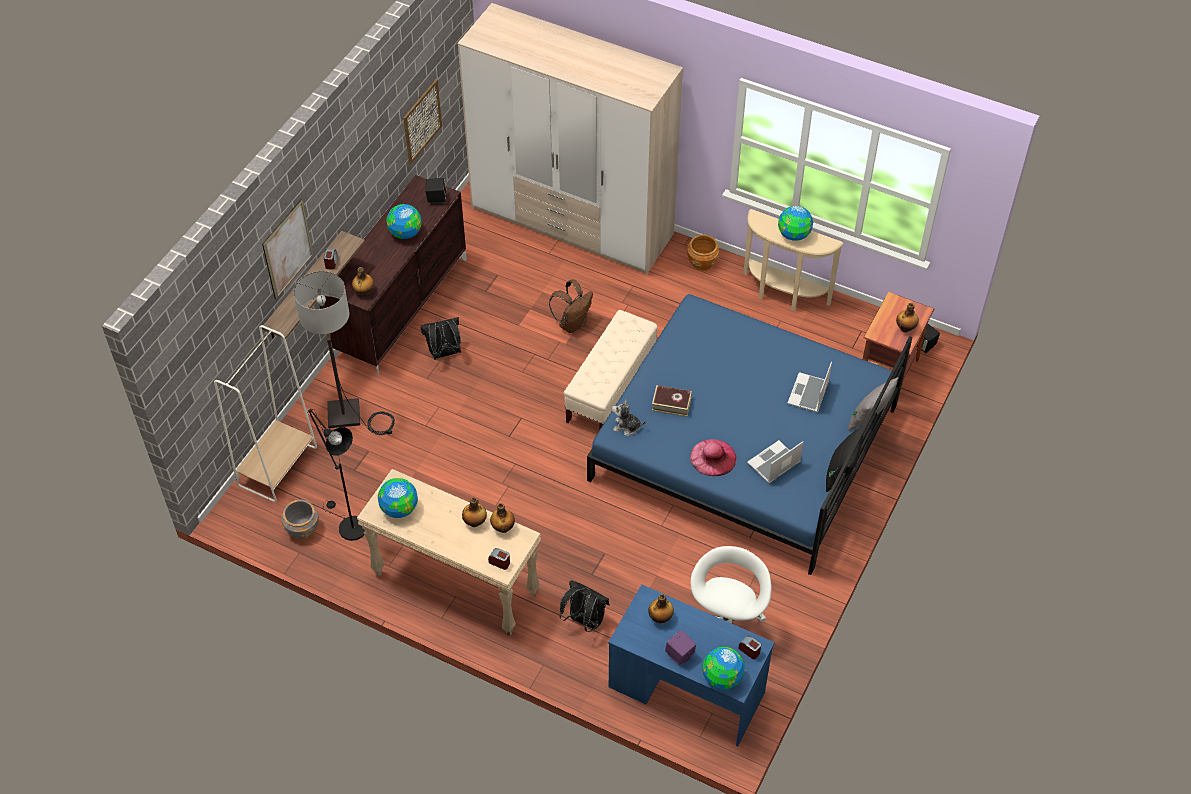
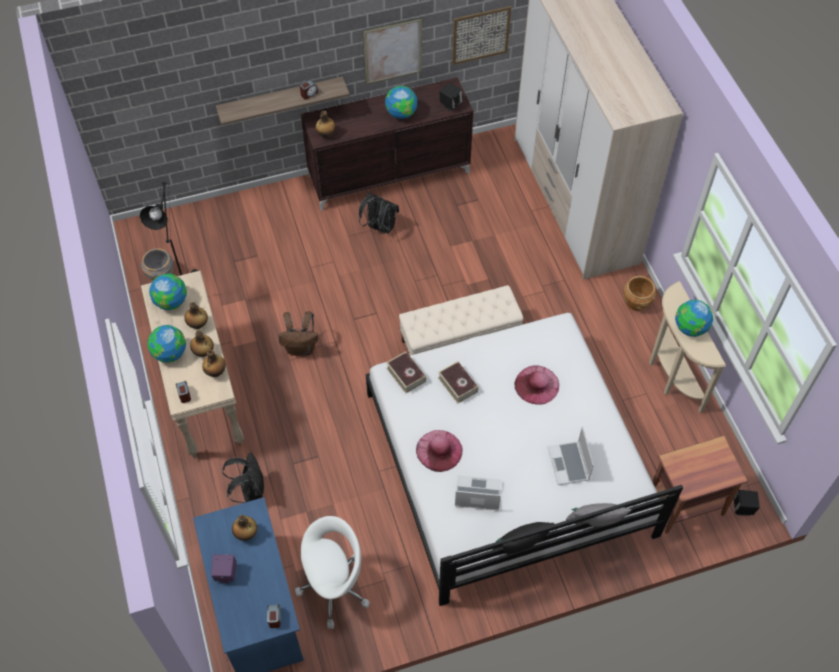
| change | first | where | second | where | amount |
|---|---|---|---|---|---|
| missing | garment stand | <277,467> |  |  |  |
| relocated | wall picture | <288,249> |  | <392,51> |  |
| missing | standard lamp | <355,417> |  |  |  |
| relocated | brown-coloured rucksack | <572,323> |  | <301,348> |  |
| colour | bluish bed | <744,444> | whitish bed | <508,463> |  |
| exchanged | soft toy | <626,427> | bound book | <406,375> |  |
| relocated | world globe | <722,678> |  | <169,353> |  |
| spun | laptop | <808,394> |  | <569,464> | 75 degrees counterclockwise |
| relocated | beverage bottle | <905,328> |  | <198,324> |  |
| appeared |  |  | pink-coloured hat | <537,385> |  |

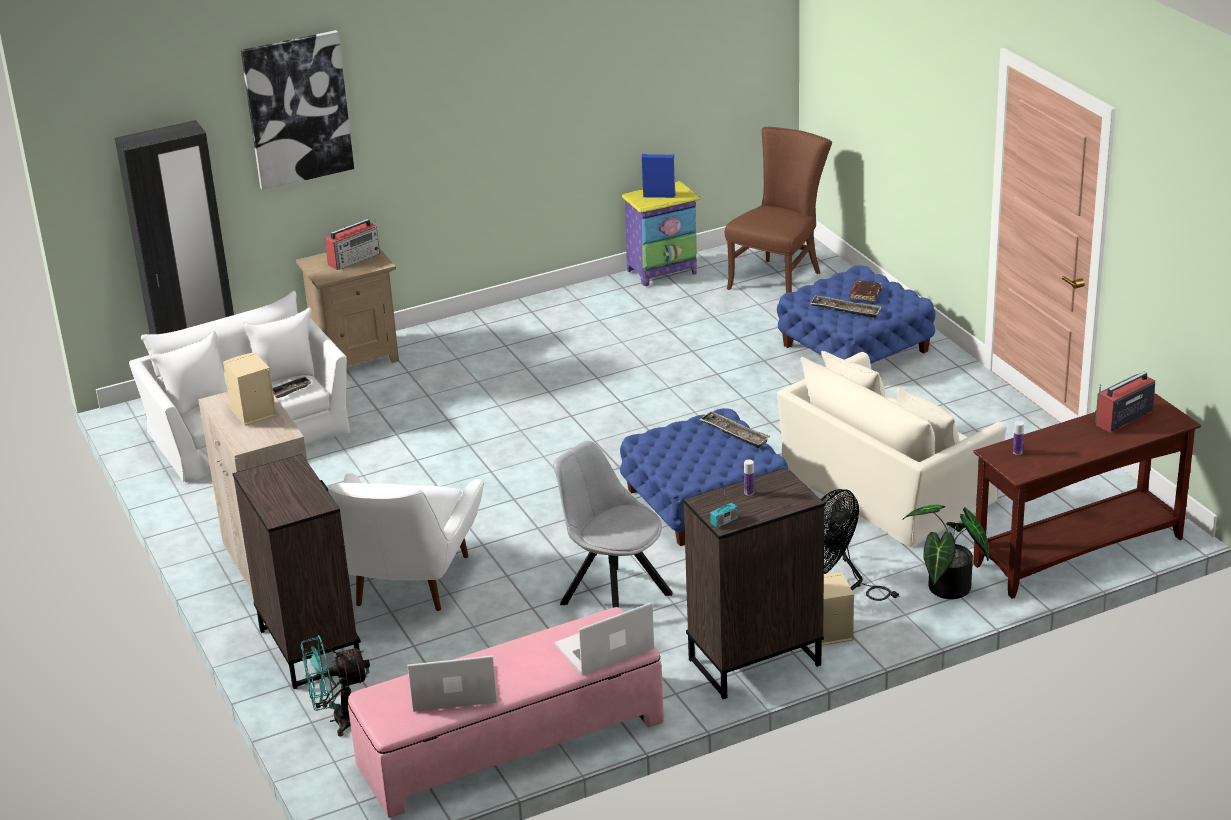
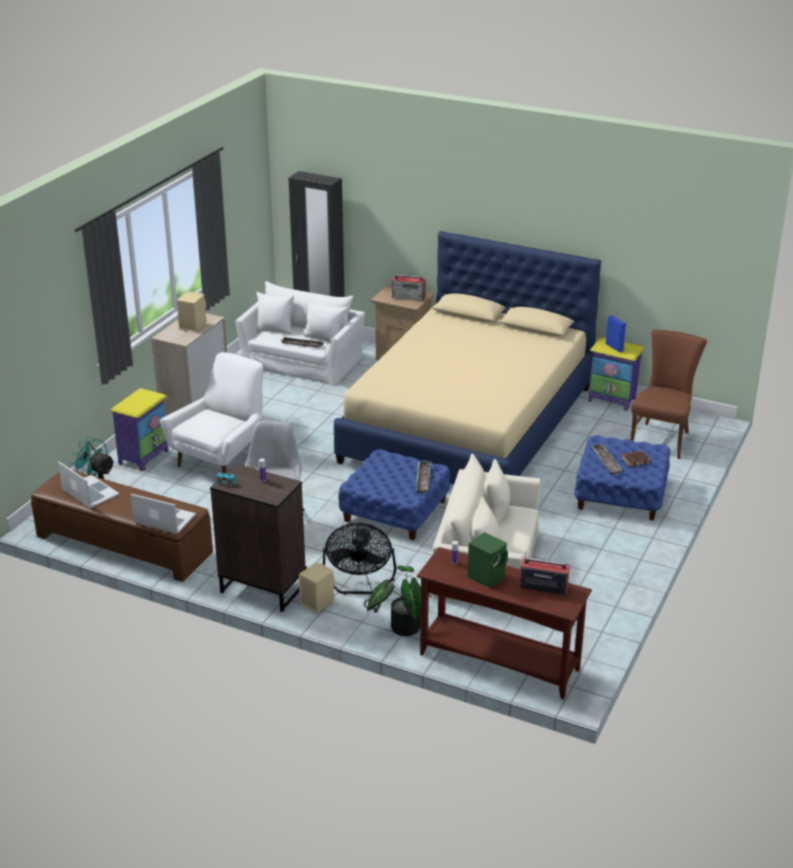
| change | first | where | second | where | amount |
|---|---|---|---|---|---|
| exchanged | brown-coloured dresser | <309,648> | nightstand | <145,457> |  |
| missing | wall picture | <297,109> |  |  |  |
| spun | whitish lounge chair | <407,586> |  | <222,459> | 150 degrees clockwise |
| colour | pink-coloured bench | <510,743> | brown-coloured bench | <123,544> |  |
| spun | brown-coloured chair | <779,278> |  | <661,438> | 60 degrees counterclockwise |
| appeared |  |  | beige-coloured bed | <469,424> |  |
| appeared |  |  | greenish audio speaker | <487,576> |  |

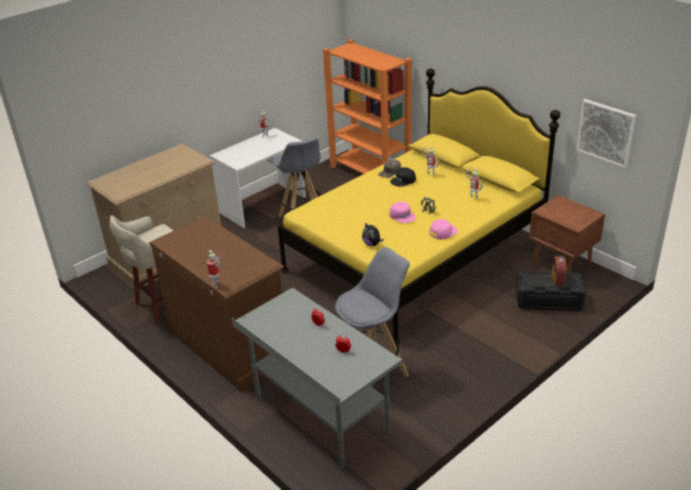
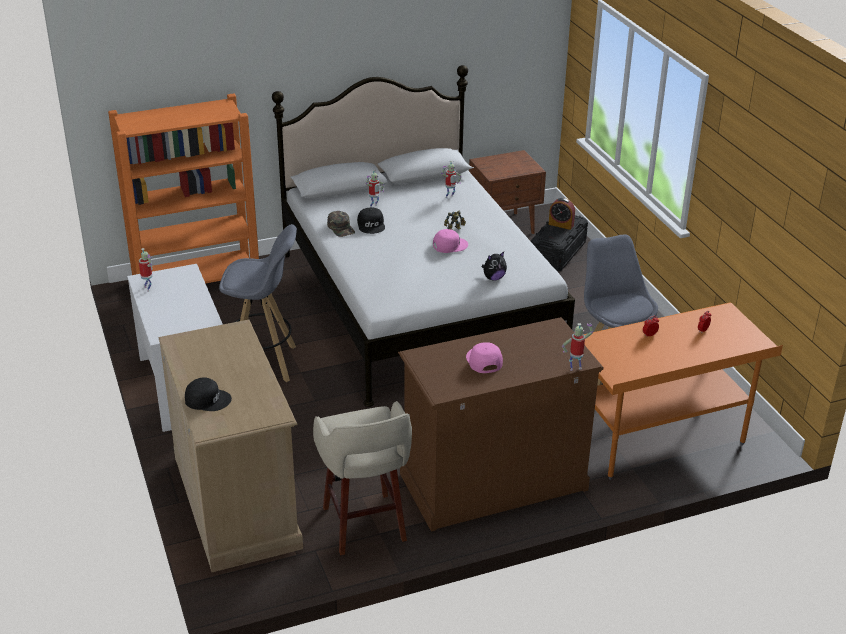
| change | first | where | second | where | amount |
|---|---|---|---|---|---|
| colour | grey desk table | <320,417> | orange desk table | <659,440> |  |
| colour | yellow bed | <414,257> | whitish bed | <418,305> |  |
| relocated | pink-coloured baseball cap | <443,232> |  | <483,361> |  |
| missing | wall picture | <606,132> |  |  |  |
| appeared |  |  | black-coloured baseball cap | <207,399> |  |

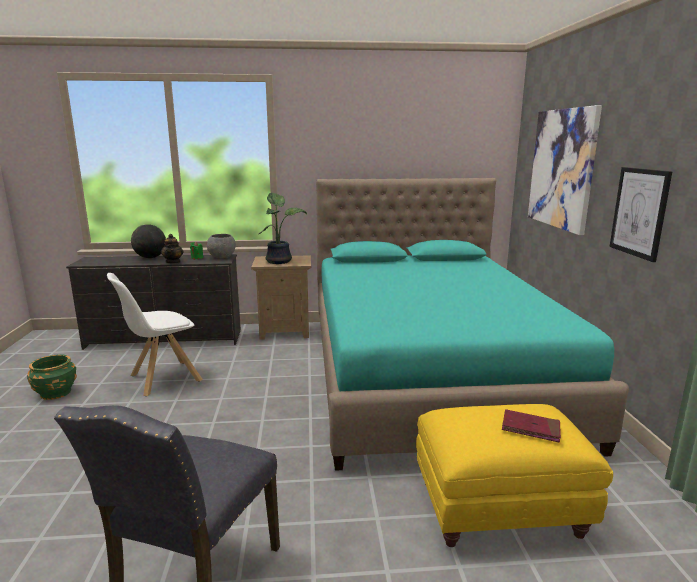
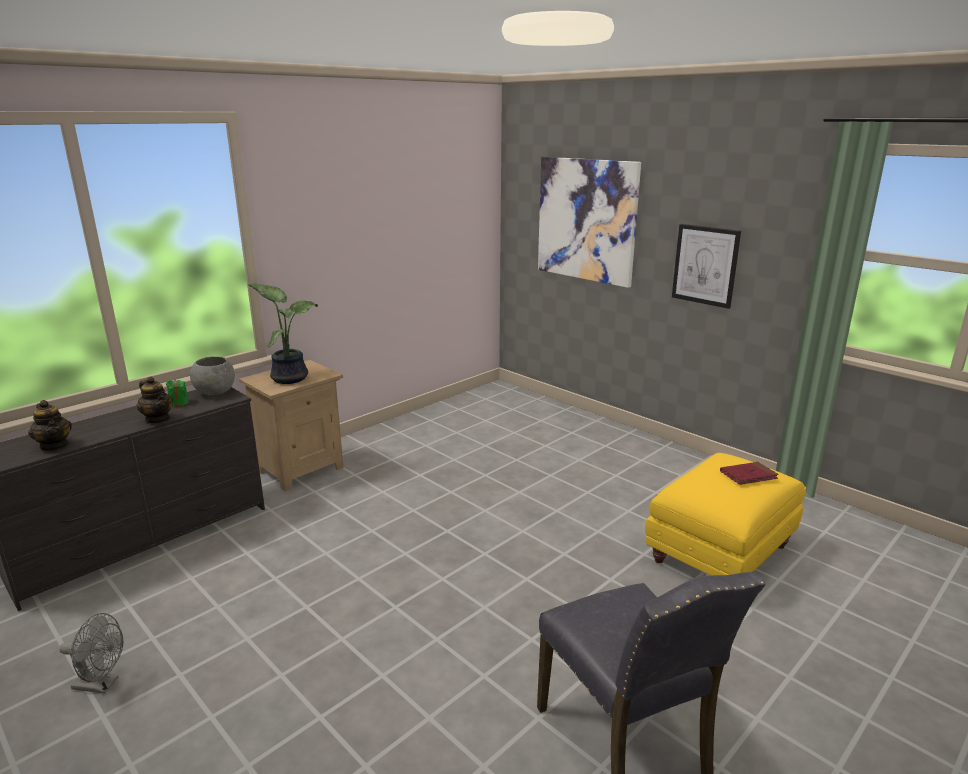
| change | first | where | second | where | amount |
|---|---|---|---|---|---|
| exchanged | greenish plant pot | <56,392> | grey cooling fan | <102,684> |  |
| missing | whitish chair | <162,379> |  |  |  |
| missing | world globe | <150,257> |  |  |  |
| missing | blue-green bed | <428,372> |  |  |  |
| appeared |  |  | pot for tea | <55,445> |  |

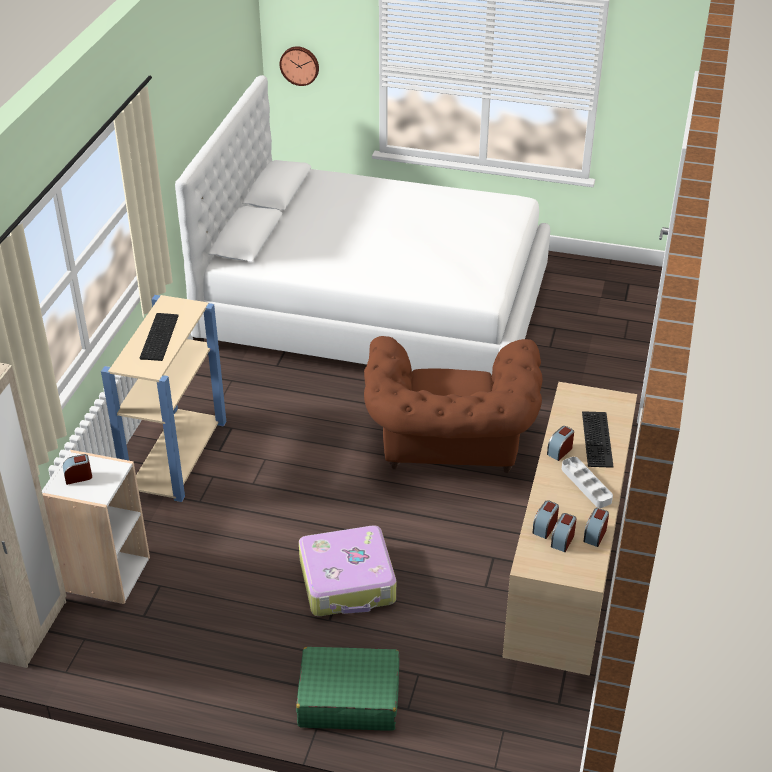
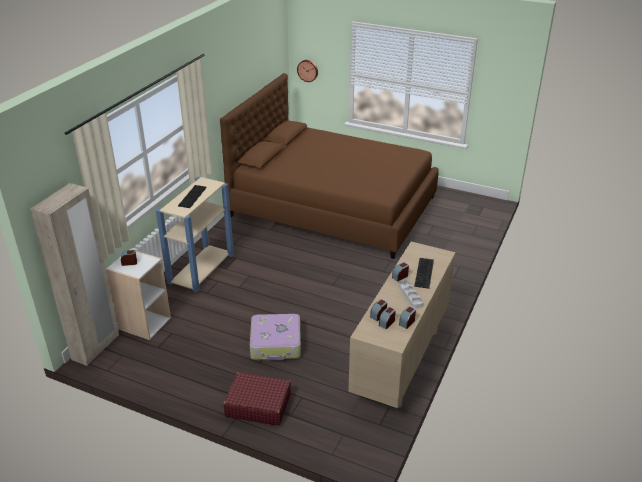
| change | first | where | second | where | amount |
|---|---|---|---|---|---|
| colour | whitish bed | <375,308> | brown-coloured bed | <333,206> |  |
| colour | greenish travel case | <348,698> | reddish travel case | <258,405> |  |
| missing | brown-coloured lounge chair | <450,453> |  |  |  |

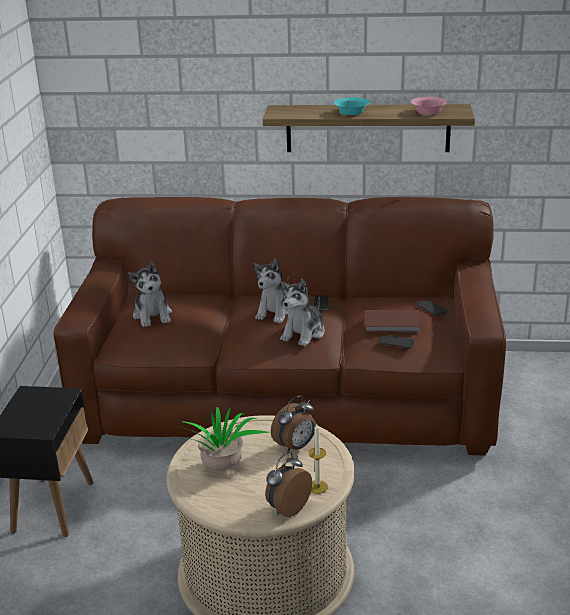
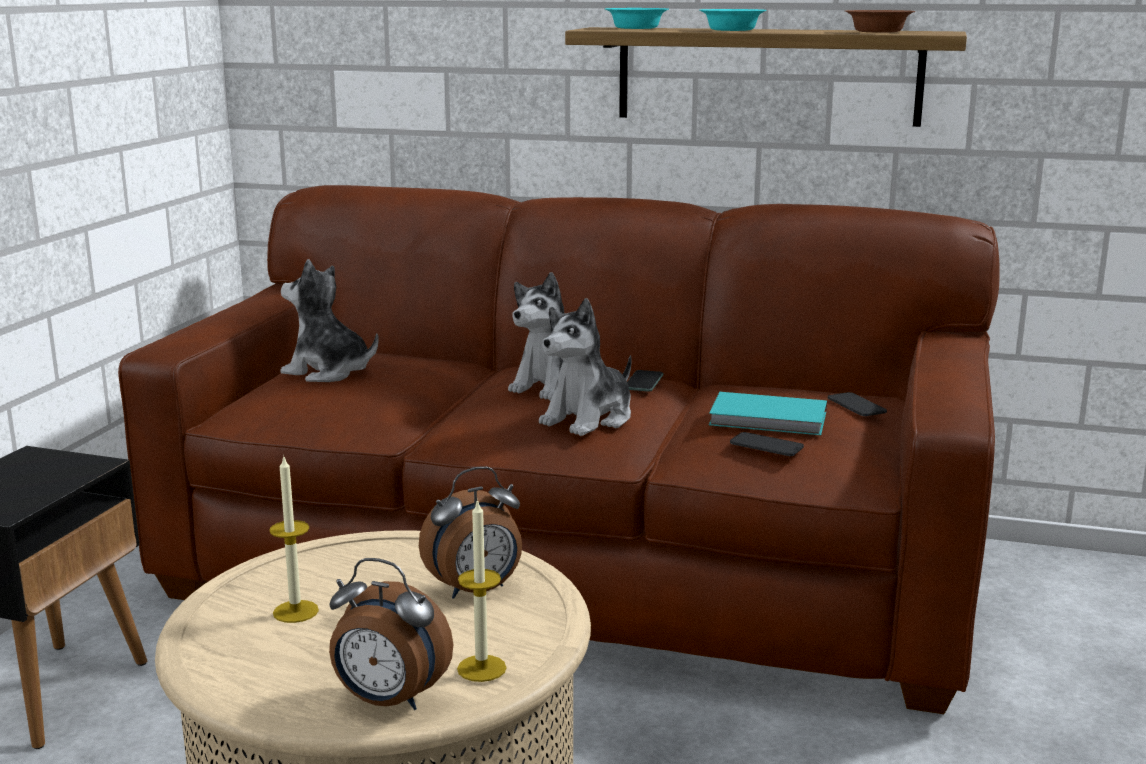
| change | first | where | second | where | amount |
|---|---|---|---|---|---|
| spun | soft toy | <153,315> |  | <328,372> | 120 degrees clockwise |
| exchanged | potted plant | <222,469> | candle | <295,611> |  |
| spun | table clock | <287,508> |  | <388,701> | 120 degrees counterclockwise |
| colour | brown-coloured bound book | <392,324> | blue-green bound book | <769,419> |  |
| colour | pink-coloured serving bowl | <428,111> | brown-coloured serving bowl | <879,31> |  |
| appeared |  |  | blue-green serving bowl | <637,28> |  |

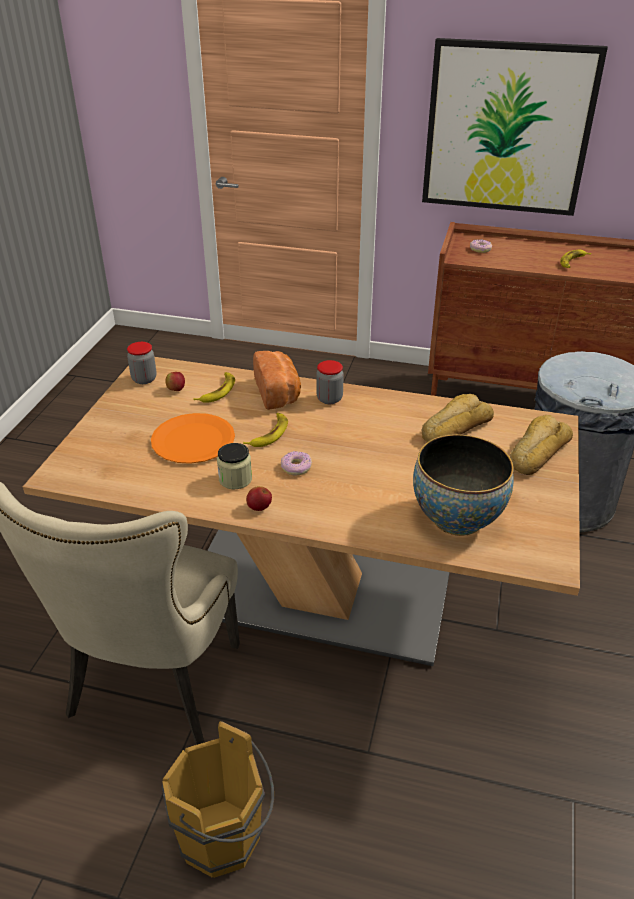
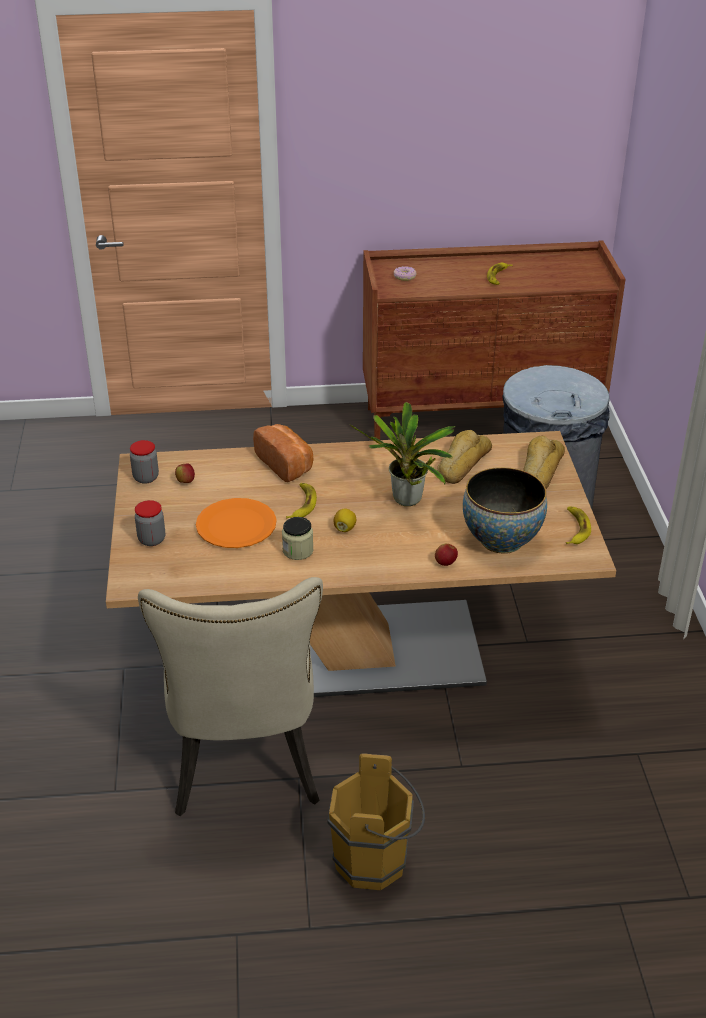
| change | first | where | second | where | amount |
|---|---|---|---|---|---|
| relocated | banana | <218,391> |  | <575,528> |  |
| relocated | whole apple | <259,507> |  | <445,563> |  |
| exchanged | donut | <296,467> | whole lemon | <344,528> |  |
| relocated | storage jar | <329,399> |  | <152,539> |  |
| missing | wall picture | <507,129> |  |  |  |
| appeared |  |  | potted plant | <407,502> |  |

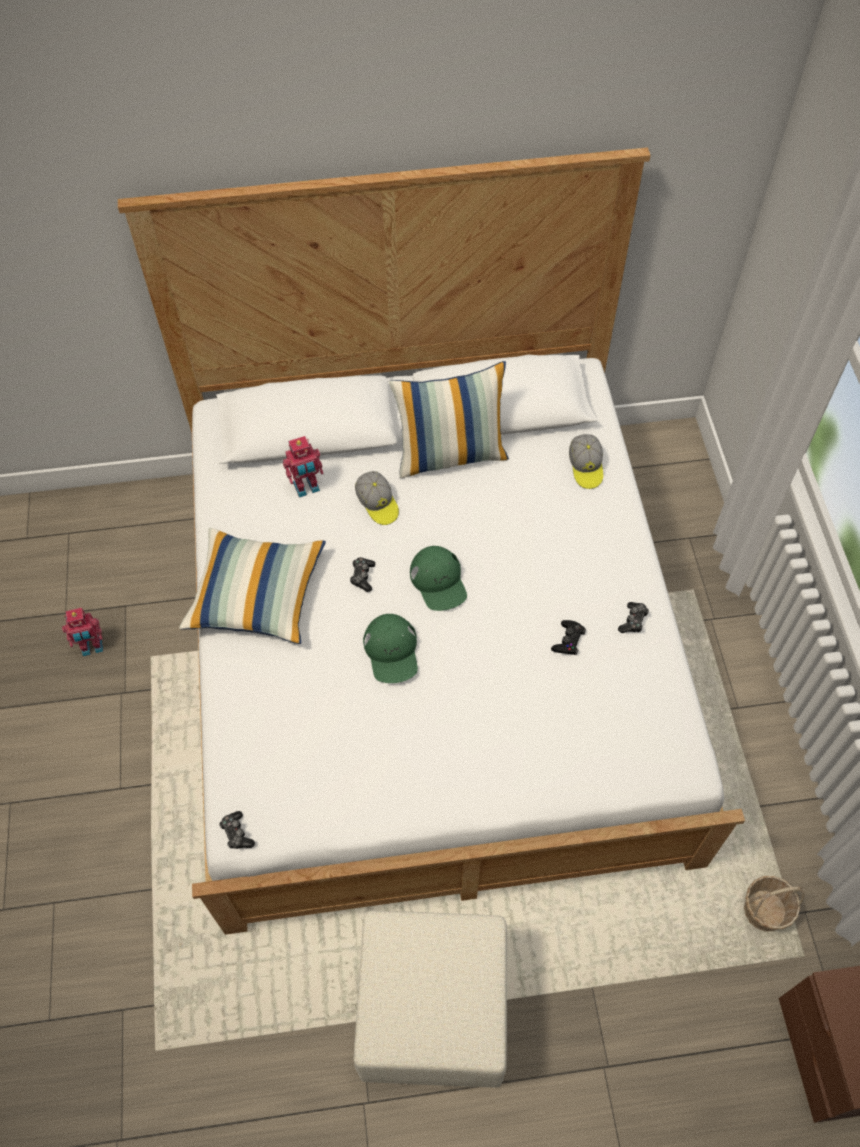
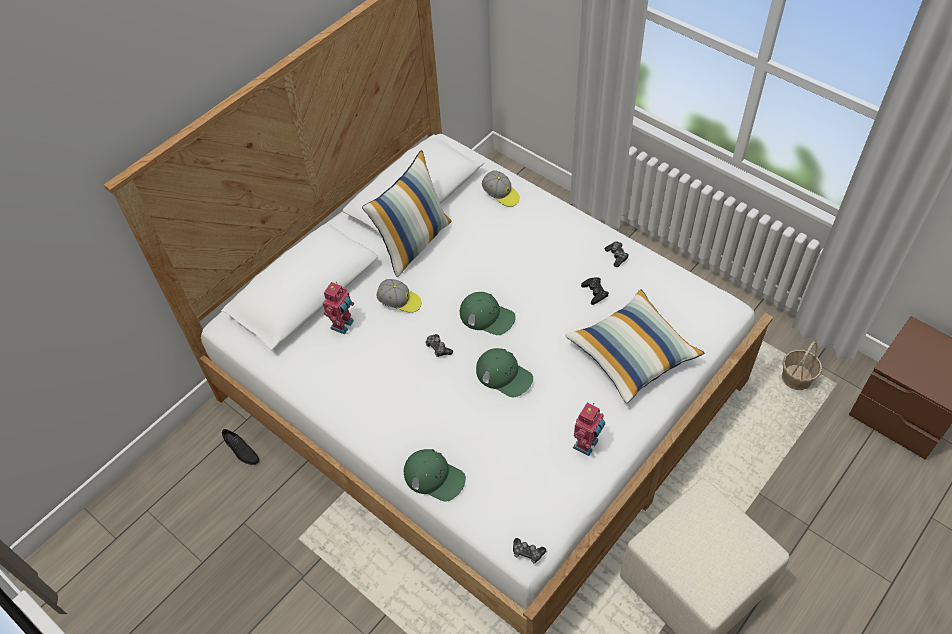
| change | first | where | second | where | amount |
|---|---|---|---|---|---|
| relocated | model robot | <92,647> |  | <587,445> |  |
| relocated | pillow | <257,595> |  | <632,354> |  |
| appeared |  |  | black-coloured low shoe | <241,450> |  |
| appeared |  |  | greenish baseball cap | <434,477> |  |

